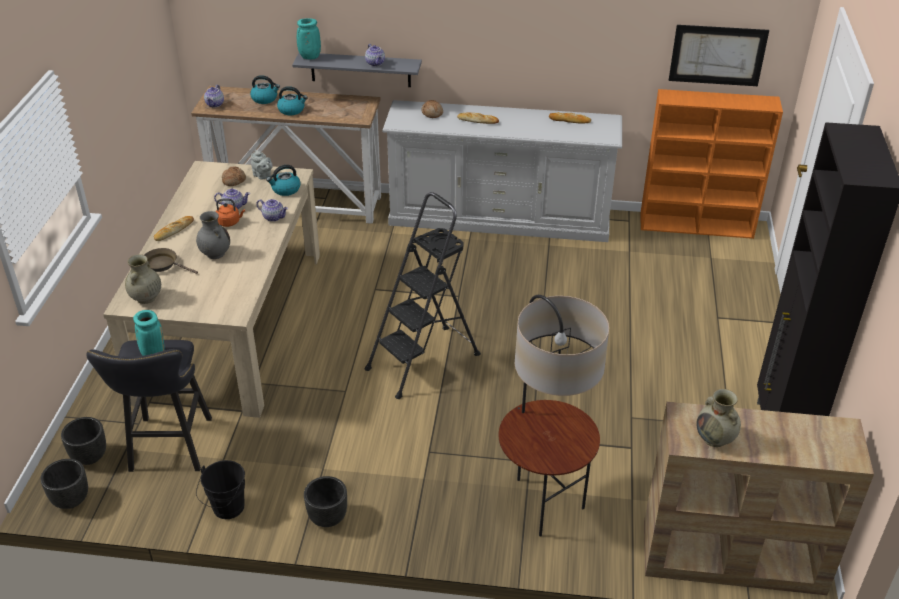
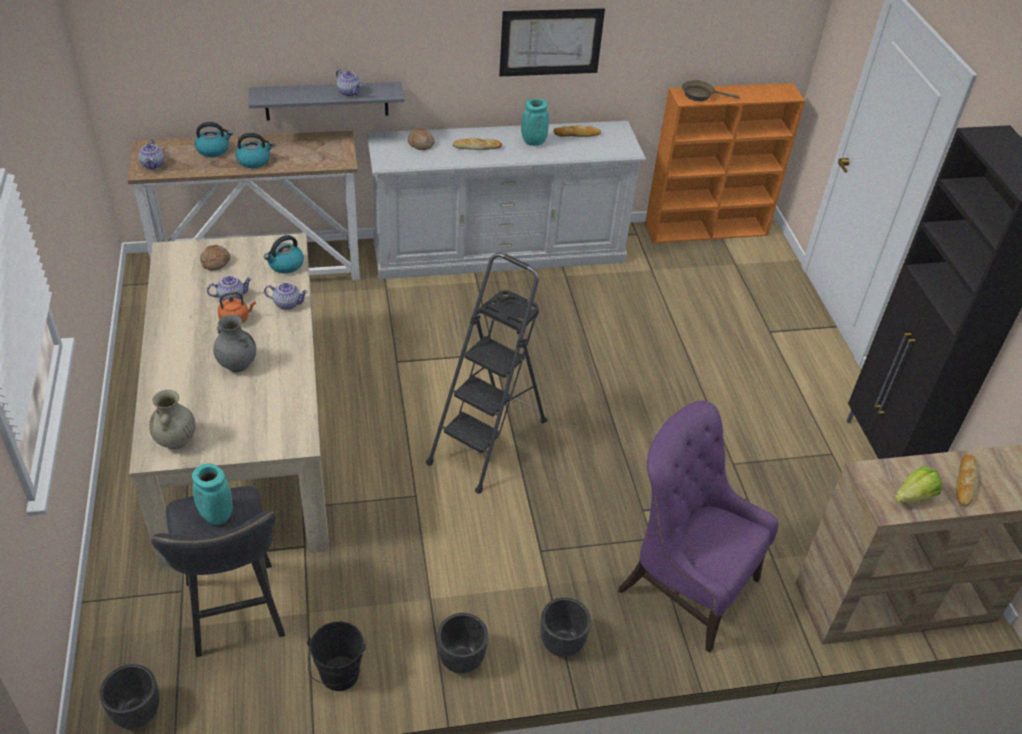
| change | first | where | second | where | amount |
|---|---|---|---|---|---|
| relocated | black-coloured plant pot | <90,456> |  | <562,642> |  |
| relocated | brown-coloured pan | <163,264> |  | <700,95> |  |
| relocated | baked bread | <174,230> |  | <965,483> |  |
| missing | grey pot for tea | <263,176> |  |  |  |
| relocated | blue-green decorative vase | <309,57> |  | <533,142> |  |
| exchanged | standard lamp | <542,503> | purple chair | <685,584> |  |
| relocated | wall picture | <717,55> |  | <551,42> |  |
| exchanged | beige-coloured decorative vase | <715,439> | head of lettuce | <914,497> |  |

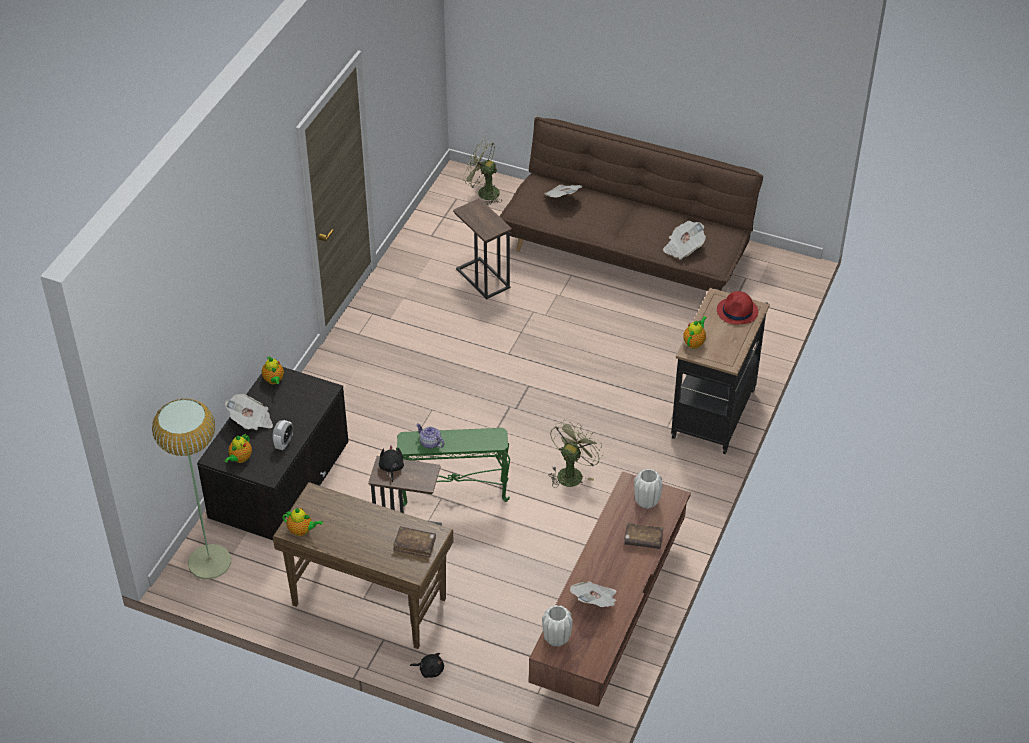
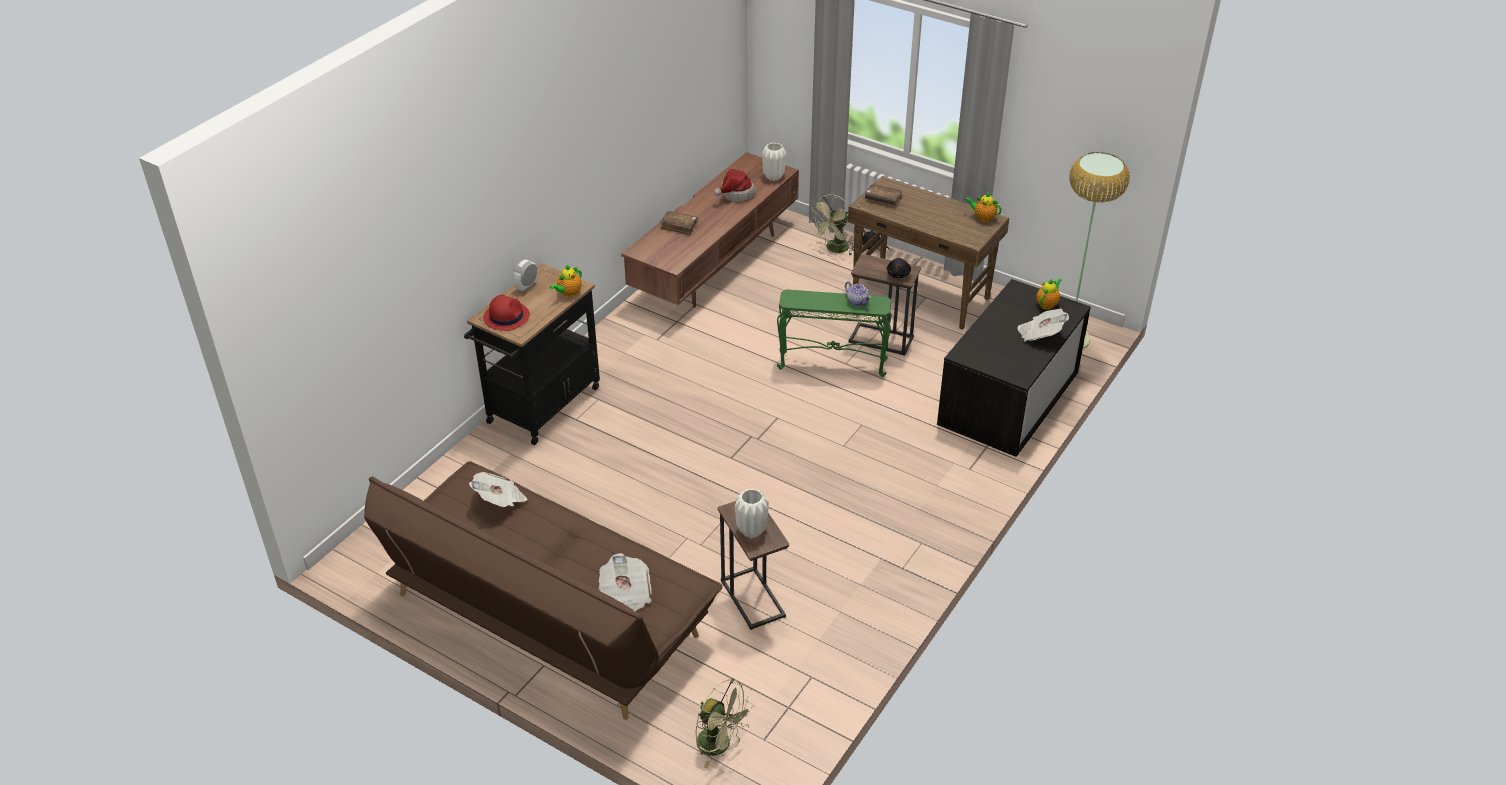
| change | first | where | second | where | amount |
|---|---|---|---|---|---|
| missing | pot for tea | <274,380> |  |  |  |
| relocated | table clock | <284,443> |  | <526,286> |  |
| relocated | greenish cooling fan | <572,473> |  | <834,249> |  |
| exchanged | daily paper | <595,601> | hat | <735,194> |  |
| relocated | whitish decorative vase | <647,502> |  | <751,530> |  |

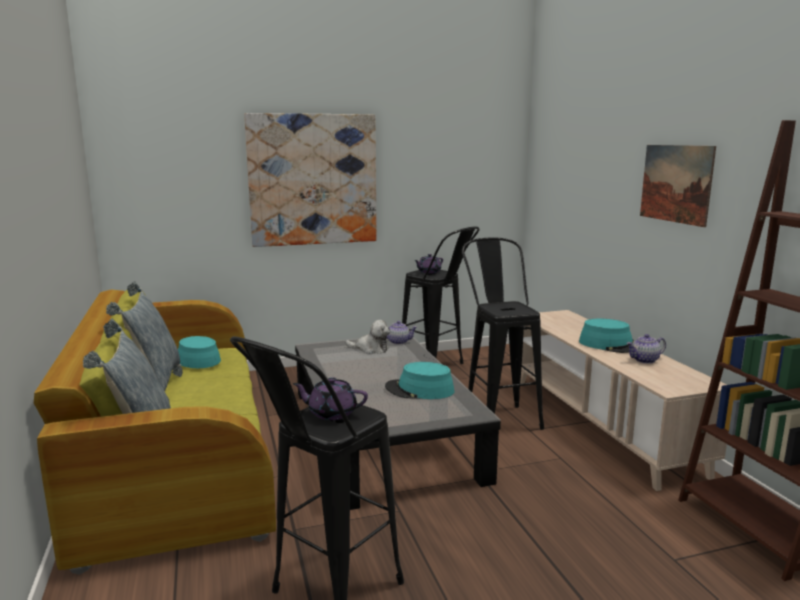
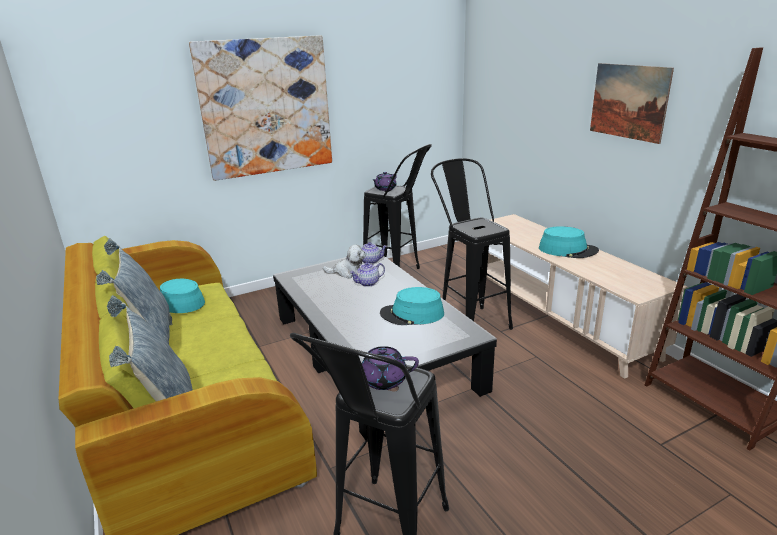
| change | first | where | second | where | amount |
|---|---|---|---|---|---|
| relocated | pot for tea | <644,360> |  | <368,283> |  |

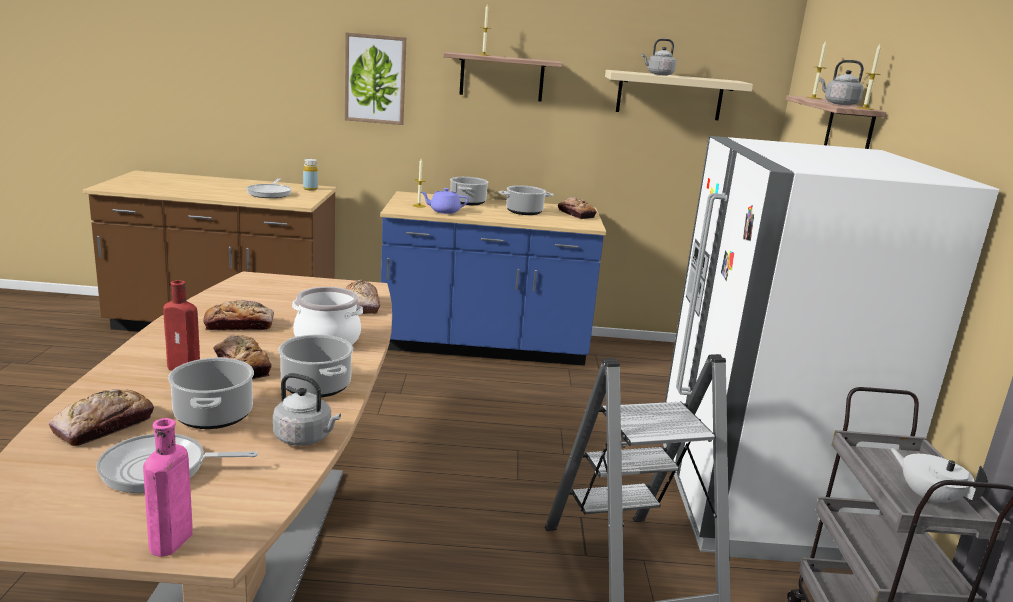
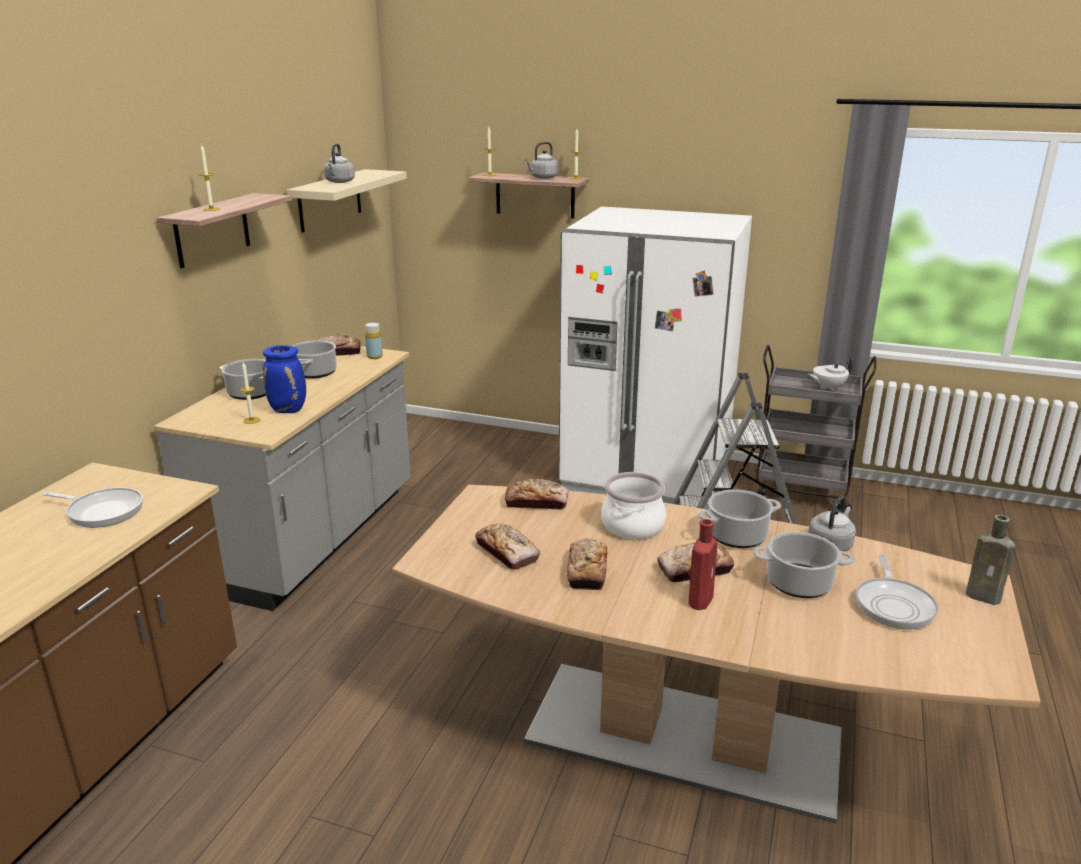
| change | first | where | second | where | amount |
|---|---|---|---|---|---|
| relocated | baked bread | <104,426> |  | <507,552> |  |
| colour | pink-coloured beverage bottle | <169,543> | brown-coloured beverage bottle | <986,597> |  |
| relocated | yellow beverage bottle | <310,189> |  | <374,356> |  |
| missing | wall picture | <375,79> |  |  |  |
| colour | bluish kitchen base unit | <484,346> | grey kitchen base unit | <313,538> |  |
| exchanged | purple pot for tea | <444,211> | bluish decorative vase | <289,410> |  |

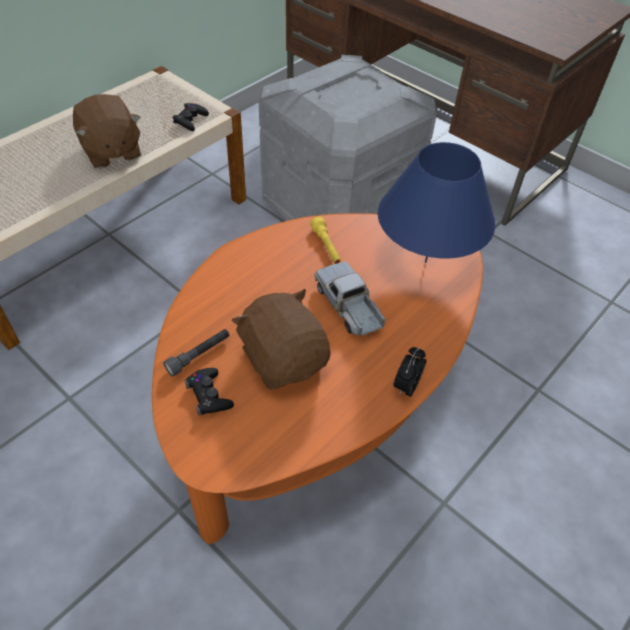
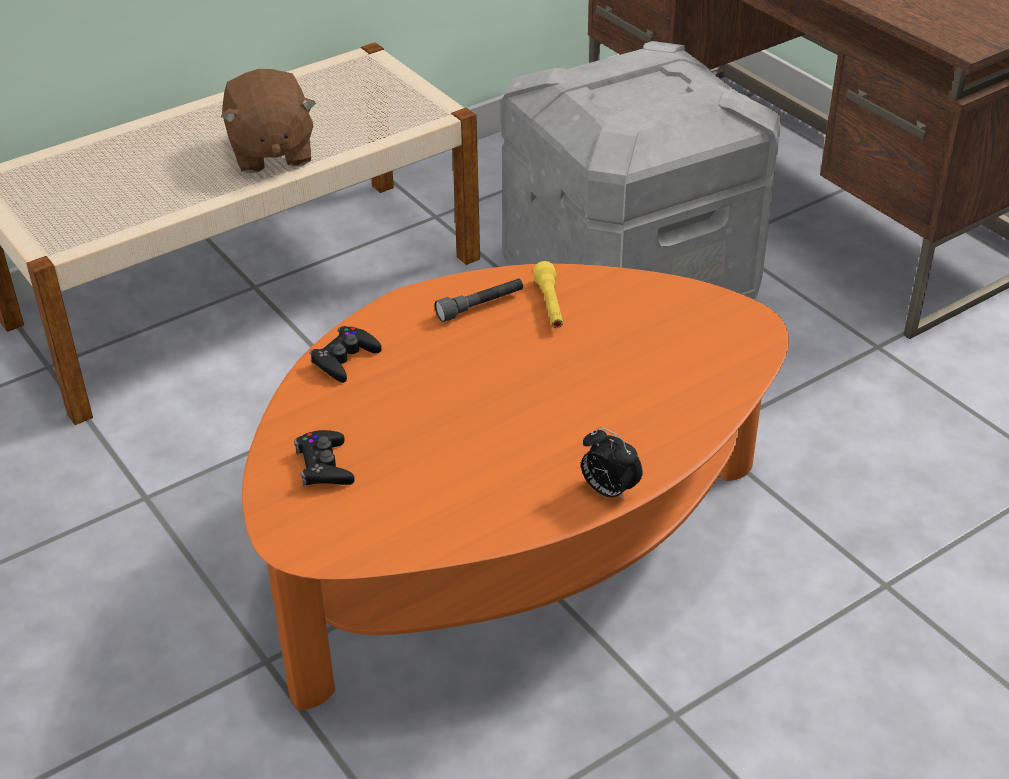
| change | first | where | second | where | amount |
|---|---|---|---|---|---|
| relocated | grey flashlight | <199,355> |  | <480,306> |  |
| relocated | black-coloured joypad | <190,120> |  | <345,359> |  |
| missing | brown-coloured soft toy | <283,359> |  |  |  |
| missing | toy lorry | <349,307> |  |  |  |
| missing | bluish tabletop lamp | <425,262> |  |  |  |
| spun | table clock | <406,386> |  | <608,491> | 90 degrees counterclockwise |

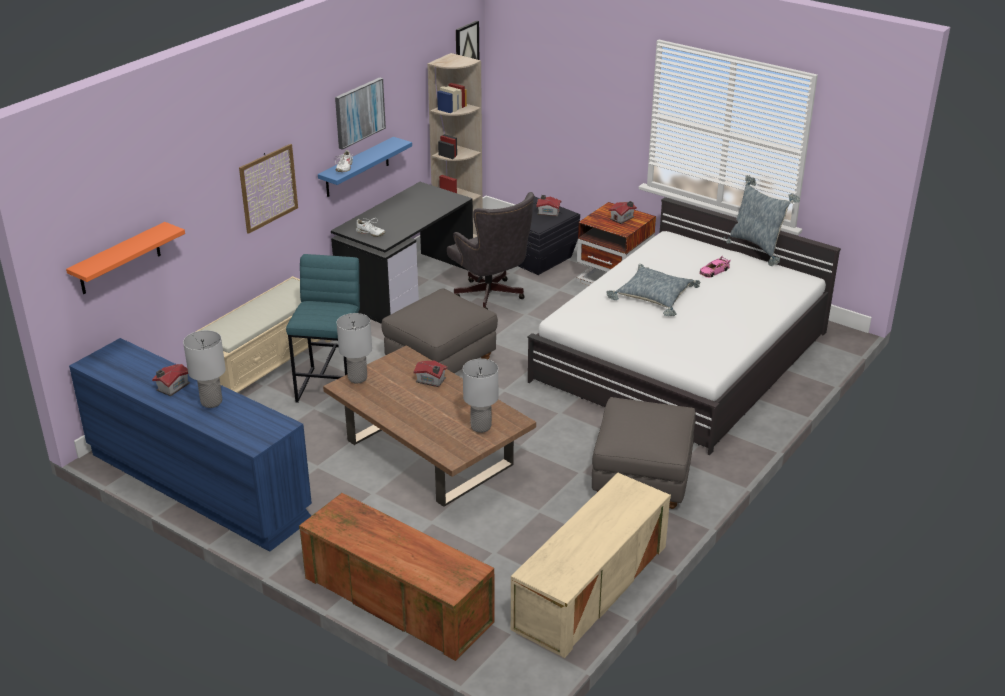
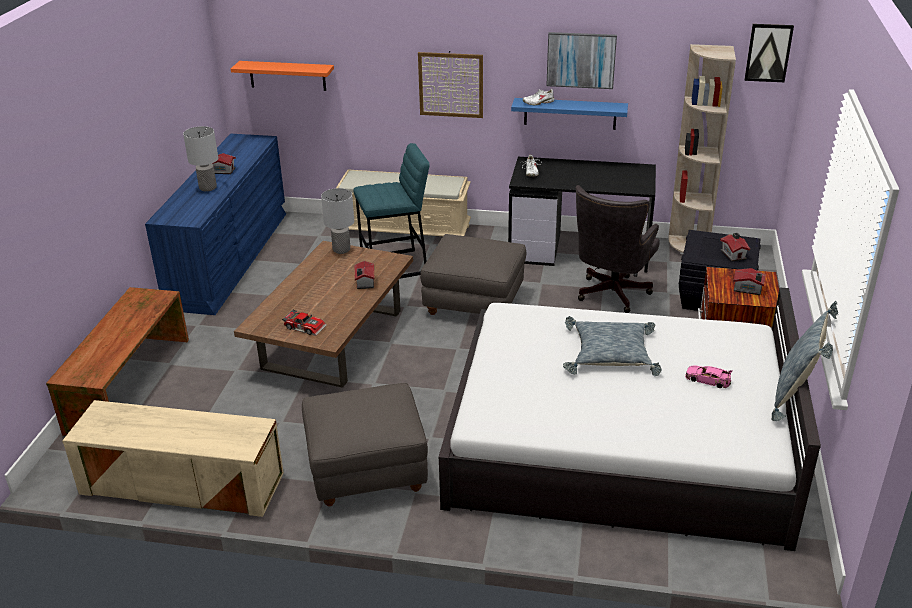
| change | first | where | second | where | amount |
|---|---|---|---|---|---|
| exchanged | grey tabletop lamp | <480,428> | toy car | <305,326> |  |

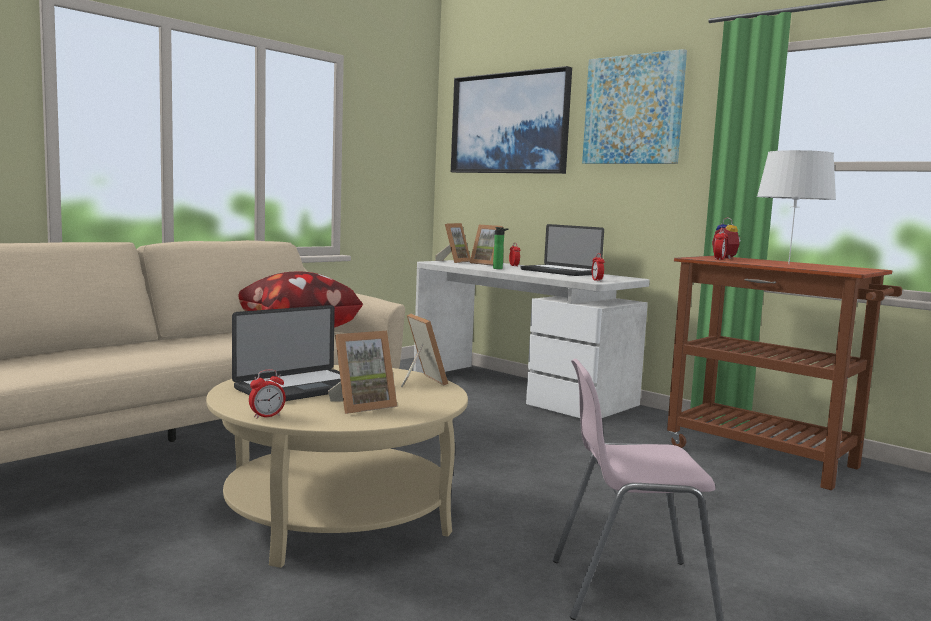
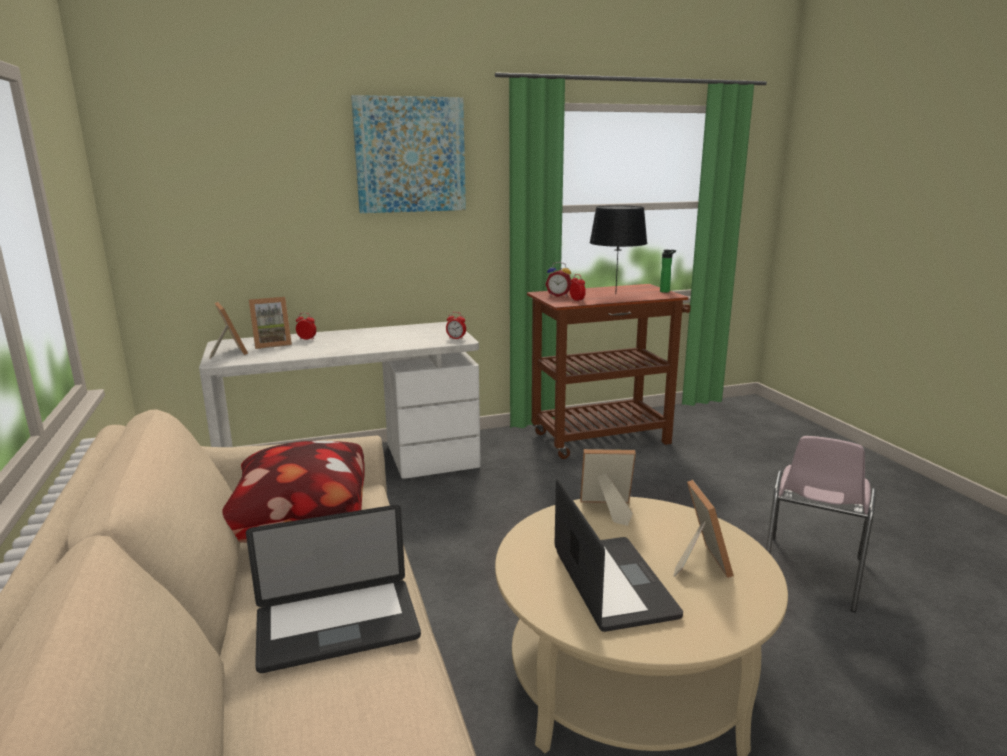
| change | first | where | second | where | amount |
|---|---|---|---|---|---|
| missing | table clock | <267,416> |  |  |  |
| missing | wall picture | <510,123> |  |  |  |
| relocated | beverage bottle | <499,269> |  | <666,291> |  |
| relocated | laptop | <560,272> |  | <337,626> |  |
| colour | whitish tabletop lamp | <789,264> | black-coloured tabletop lamp | <615,294> |  |

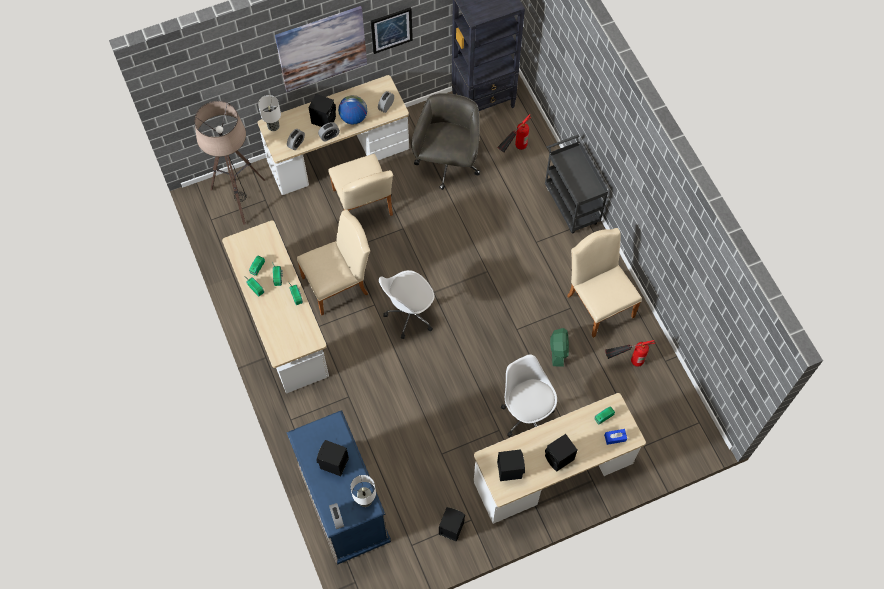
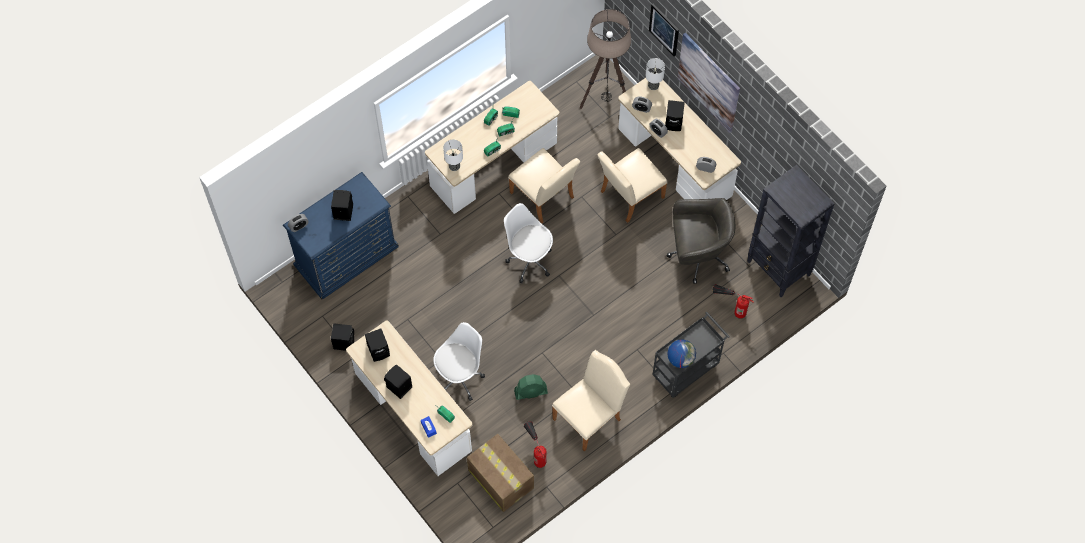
| change | first | where | second | where | amount |
|---|---|---|---|---|---|
| relocated | world globe | <353,118> |  | <680,359> |  |
| relocated | tabletop lamp | <365,500> |  | <454,166> |  |
| relocated | wall picture | <391,30> |  | <664,29> |  |
| appeared |  |  | carton | <500,478> |  |

